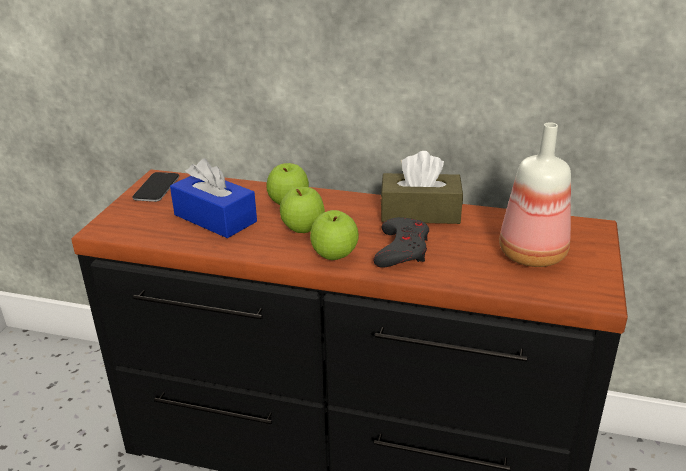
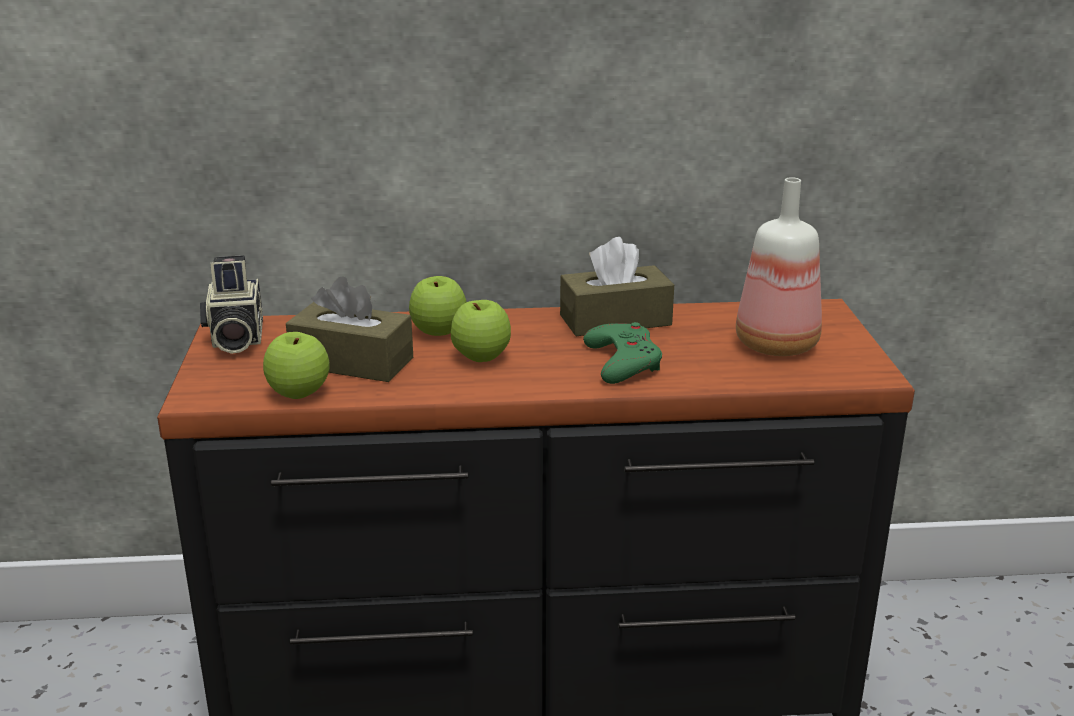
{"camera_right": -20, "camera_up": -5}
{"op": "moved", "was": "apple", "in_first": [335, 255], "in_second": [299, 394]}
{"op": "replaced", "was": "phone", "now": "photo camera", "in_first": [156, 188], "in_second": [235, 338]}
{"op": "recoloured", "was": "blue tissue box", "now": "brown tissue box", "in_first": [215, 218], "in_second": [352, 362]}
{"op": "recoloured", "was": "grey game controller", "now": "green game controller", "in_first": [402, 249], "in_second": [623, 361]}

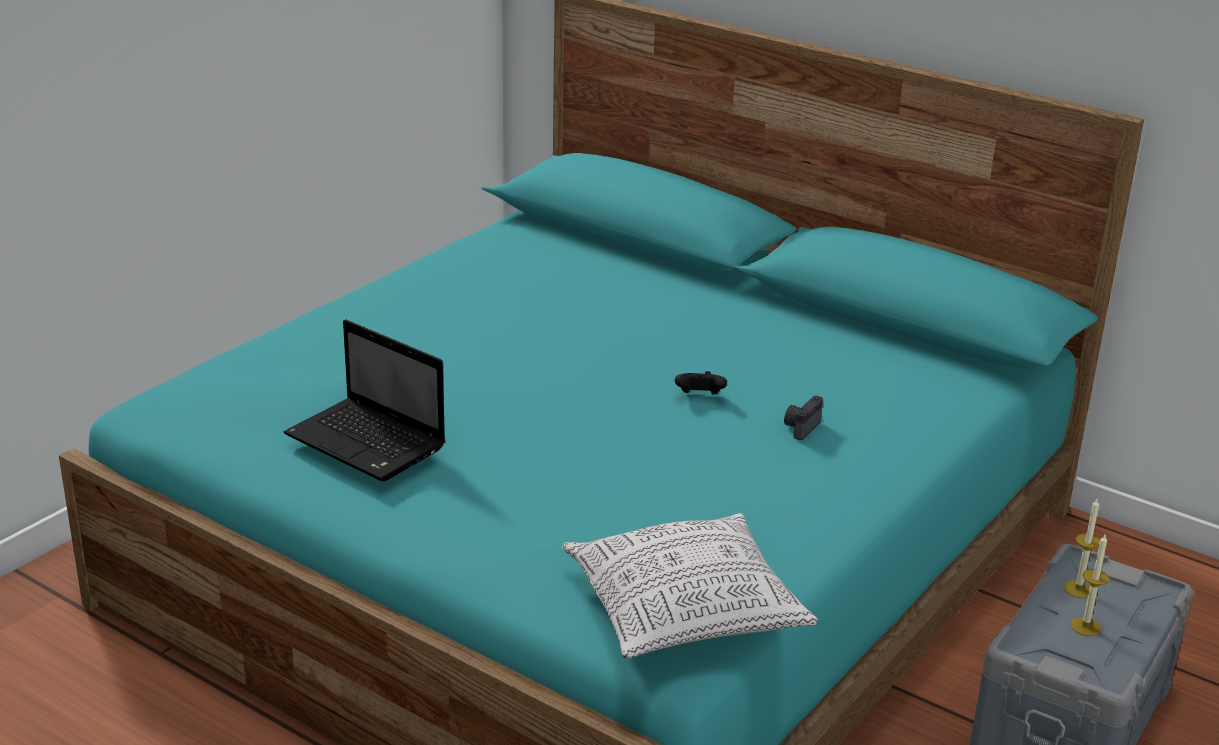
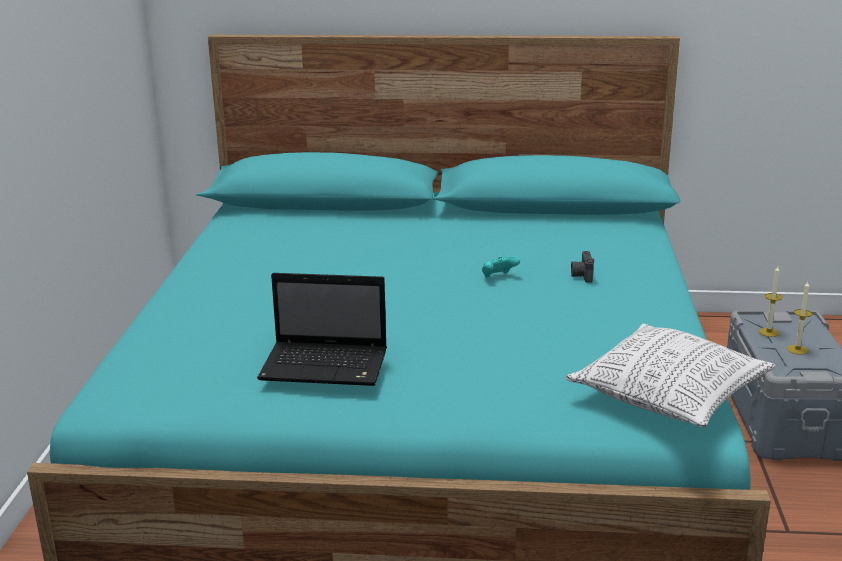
{"camera_right": -30, "camera_up": -5}
{"op": "recoloured", "was": "black game controller", "now": "turquoise game controller", "in_first": [699, 397], "in_second": [498, 277]}

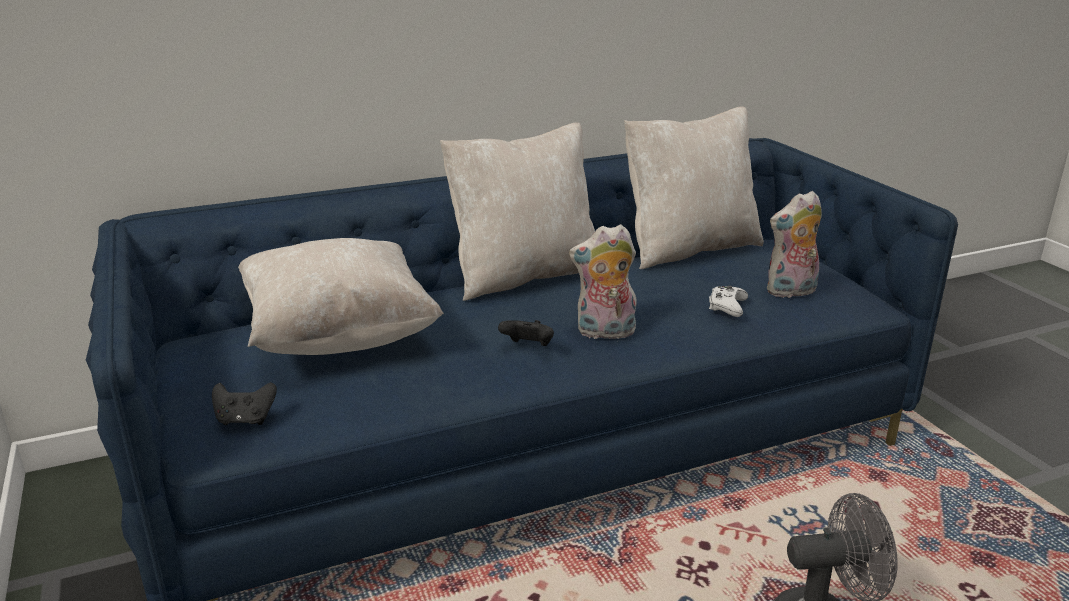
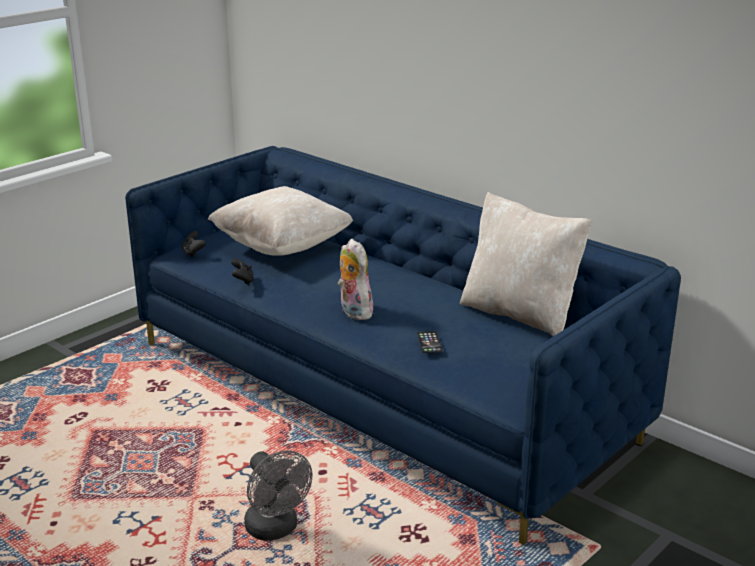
{"camera_right": 65, "camera_up": 0}
{"op": "removed", "was": "beige pillow", "in_first": [523, 276]}
{"op": "removed", "was": "plush toy", "in_first": [791, 292]}
{"op": "moved", "was": "black game controller", "in_first": [528, 347], "in_second": [243, 281]}
{"op": "replaced", "was": "white game controller", "now": "phone", "in_first": [727, 306], "in_second": [429, 342]}

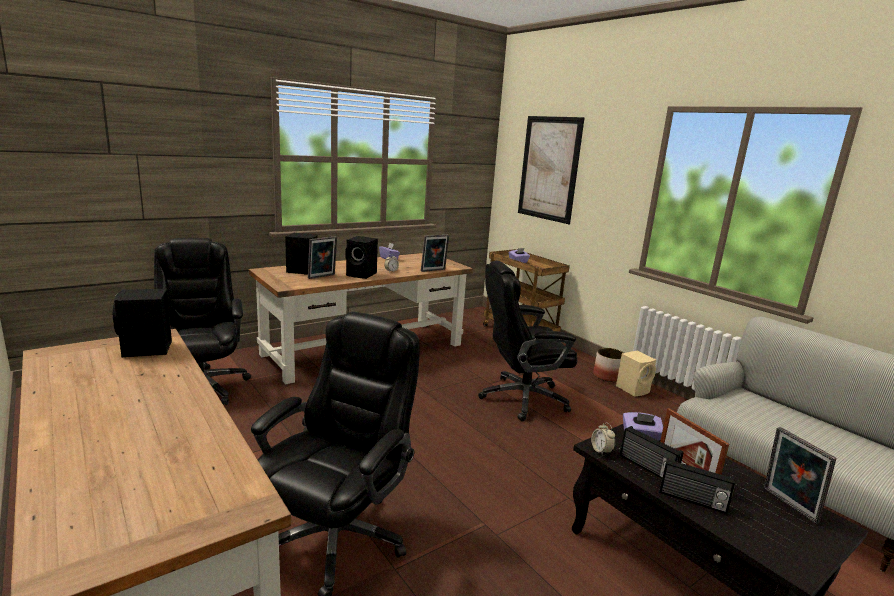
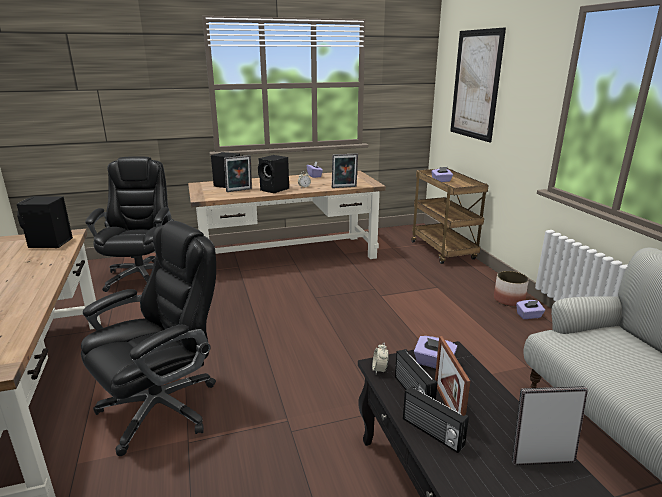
{"camera_right": 20, "camera_up": 5}
{"op": "removed", "was": "black office chair", "in_first": [521, 398]}
{"op": "replaced", "was": "beige speaker", "now": "purple tissue box", "in_first": [633, 389], "in_second": [529, 316]}
{"op": "turned", "was": "picture frame", "in_first": [787, 505], "in_second": [541, 458], "clockwise": 90}

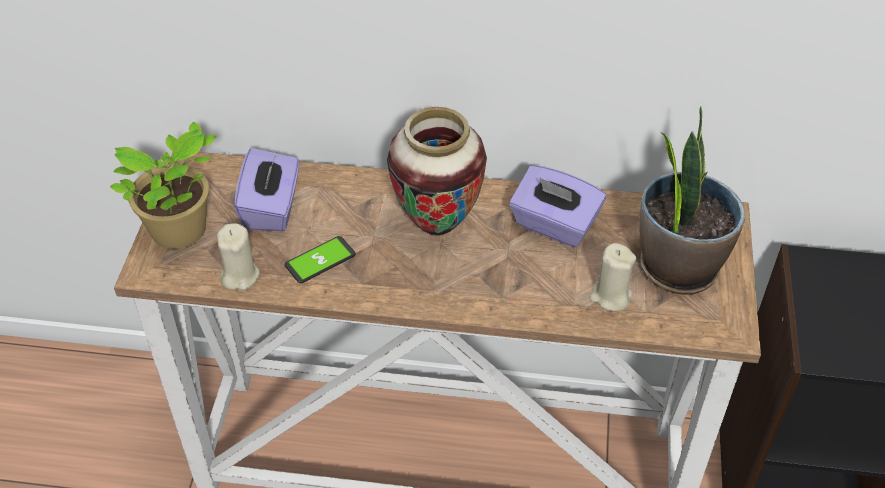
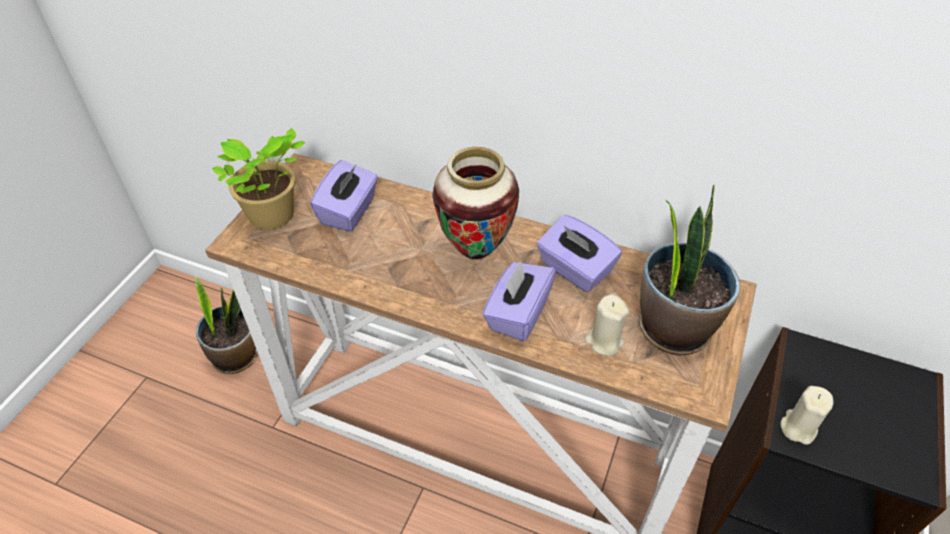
{"camera_right": 15, "camera_up": 0}
{"op": "removed", "was": "phone", "in_first": [320, 260]}
{"op": "added", "now": "potted plant", "in_second": [236, 356]}
{"op": "added", "now": "purple tissue box", "in_second": [517, 314]}
{"op": "moved", "was": "beige candle", "in_first": [239, 275], "in_second": [798, 427]}

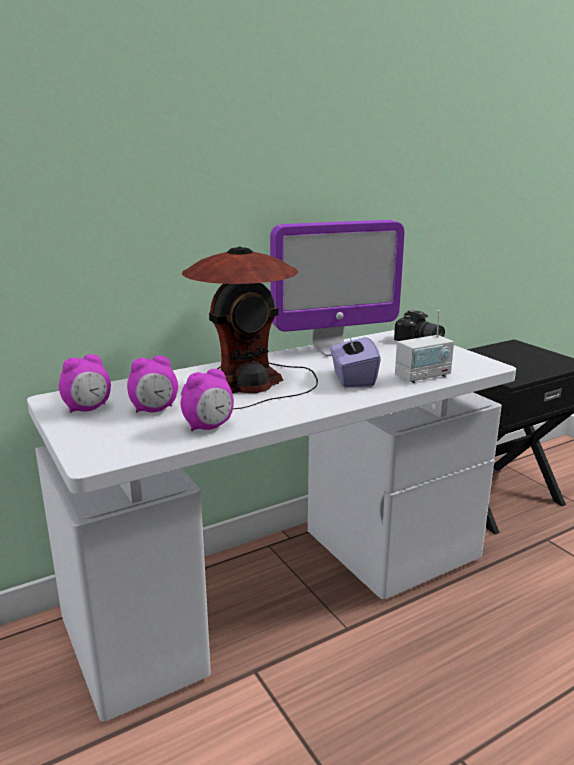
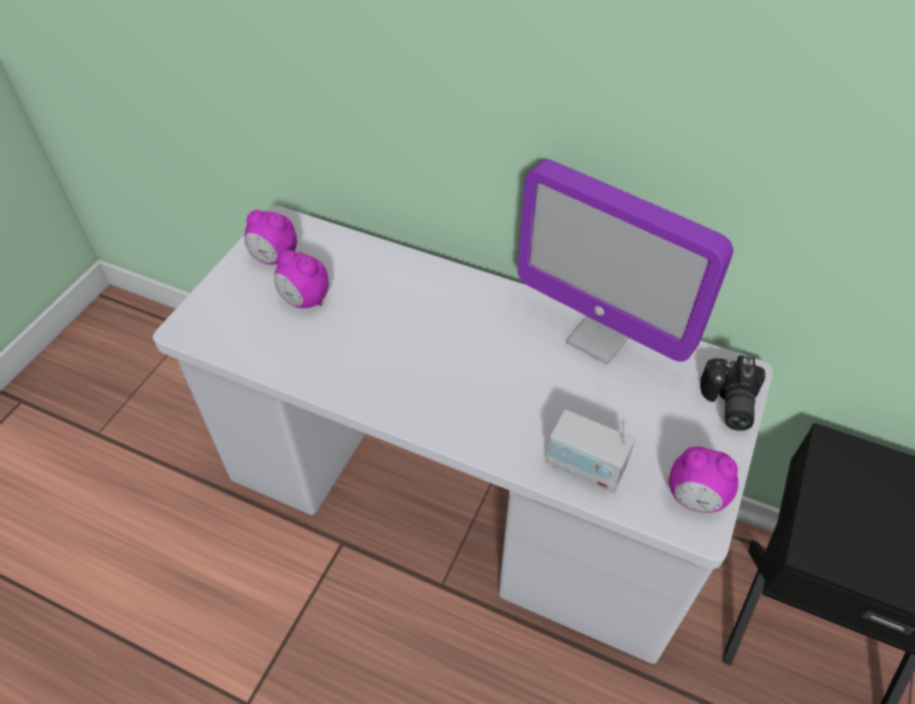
{"camera_right": 55, "camera_up": 30}
{"op": "removed", "was": "table lamp", "in_first": [248, 382]}
{"op": "removed", "was": "purple tissue box", "in_first": [352, 379]}
{"op": "moved", "was": "alarm clock", "in_first": [209, 427], "in_second": [695, 497]}

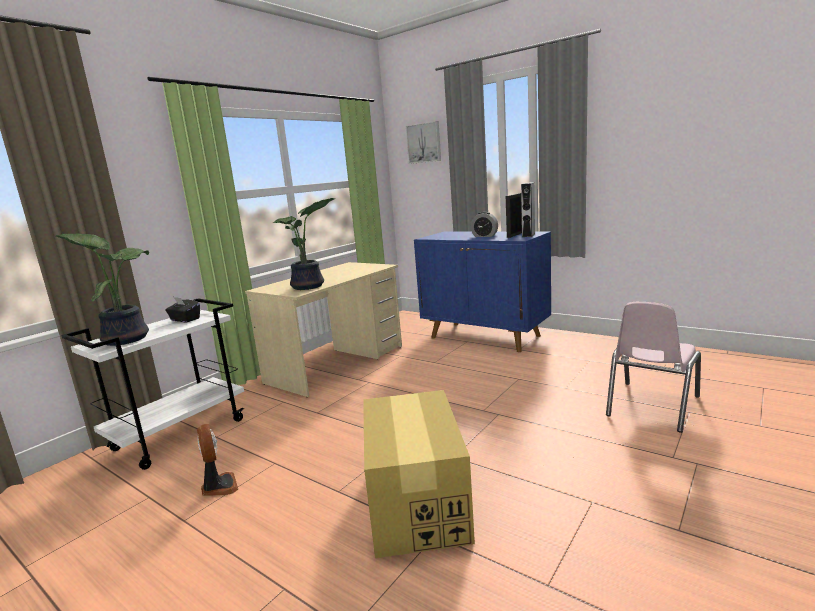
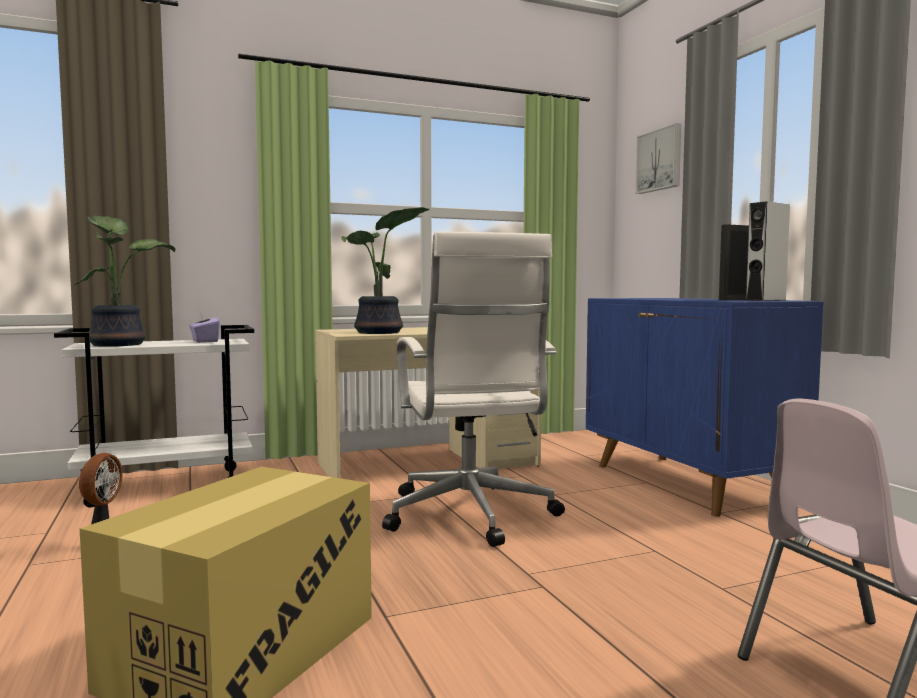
{"camera_right": 30, "camera_up": -10}
{"op": "removed", "was": "alarm clock", "in_first": [484, 236]}
{"op": "added", "now": "white office chair", "in_second": [470, 516]}
{"op": "recoloured", "was": "black tissue box", "now": "purple tissue box", "in_first": [185, 319], "in_second": [204, 341]}

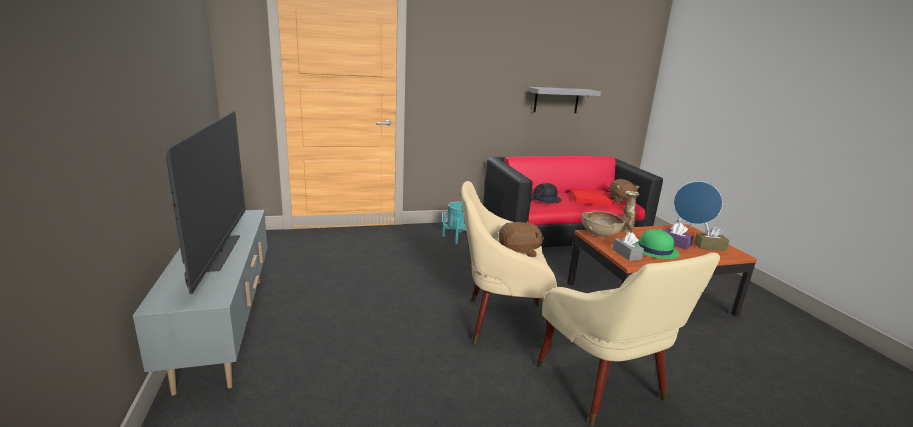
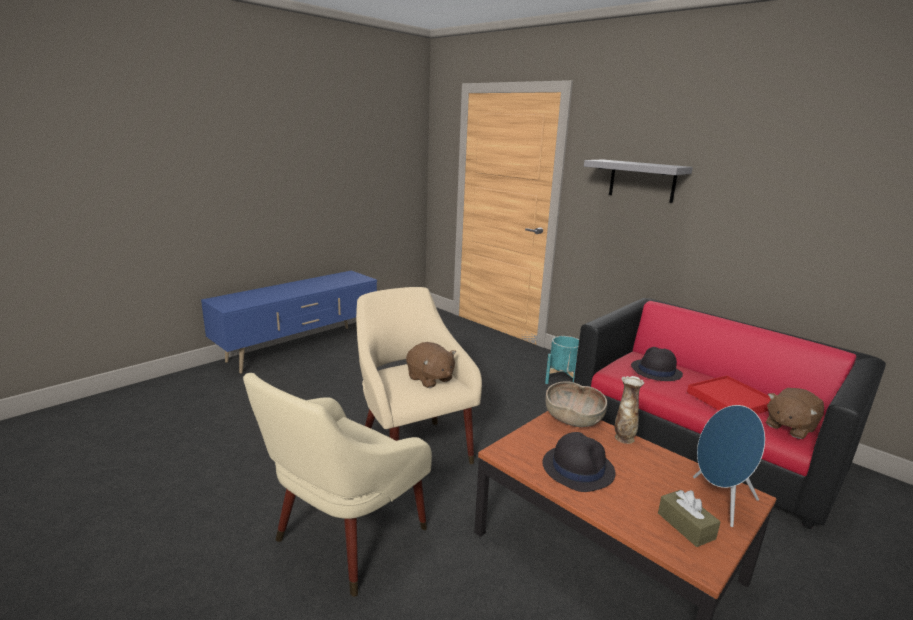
{"camera_right": 60, "camera_up": 0}
{"op": "removed", "was": "television", "in_first": [221, 253]}
{"op": "removed", "was": "grey tissue box", "in_first": [626, 254]}
{"op": "removed", "was": "purple tissue box", "in_first": [675, 244]}
{"op": "moved", "was": "grey shelf", "in_first": [556, 100], "in_second": [642, 180]}
{"op": "recoloured", "was": "grey tv stand", "now": "blue tv stand", "in_first": [226, 327], "in_second": [300, 348]}
{"op": "recoloured", "was": "green hat", "now": "black hat", "in_first": [654, 250], "in_second": [578, 468]}

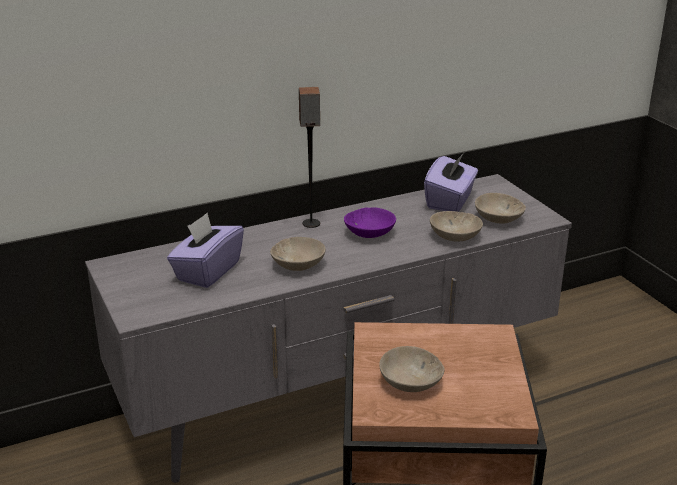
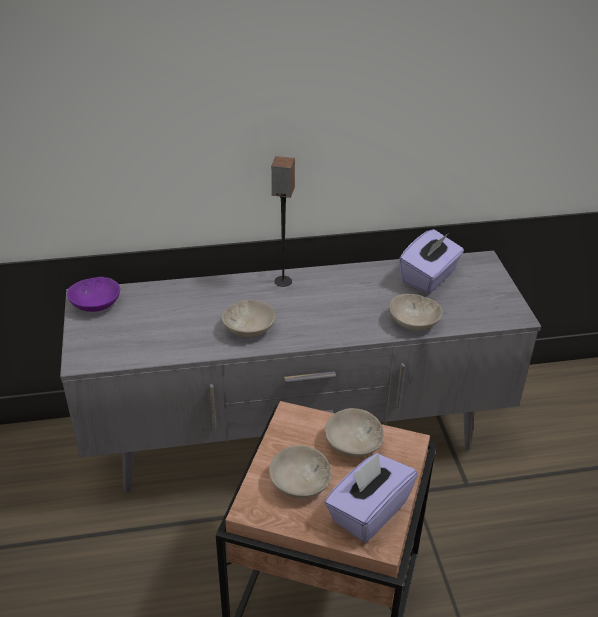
{"camera_right": 15, "camera_up": 10}
{"op": "moved", "was": "purple tissue box", "in_first": [207, 271], "in_second": [368, 511]}
{"op": "moved", "was": "purple bowl", "in_first": [370, 233], "in_second": [95, 305]}
{"op": "moved", "was": "beige bowl", "in_first": [496, 218], "in_second": [351, 443]}

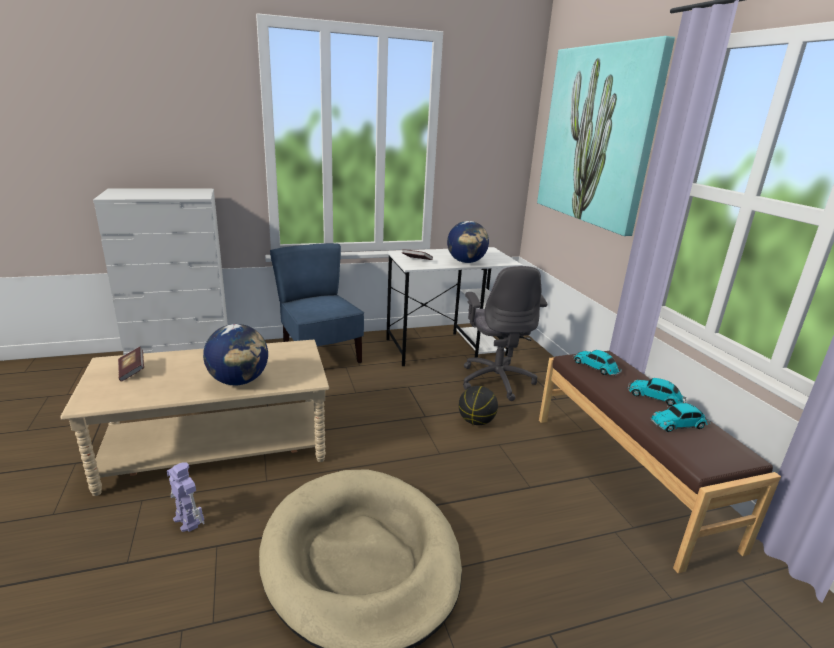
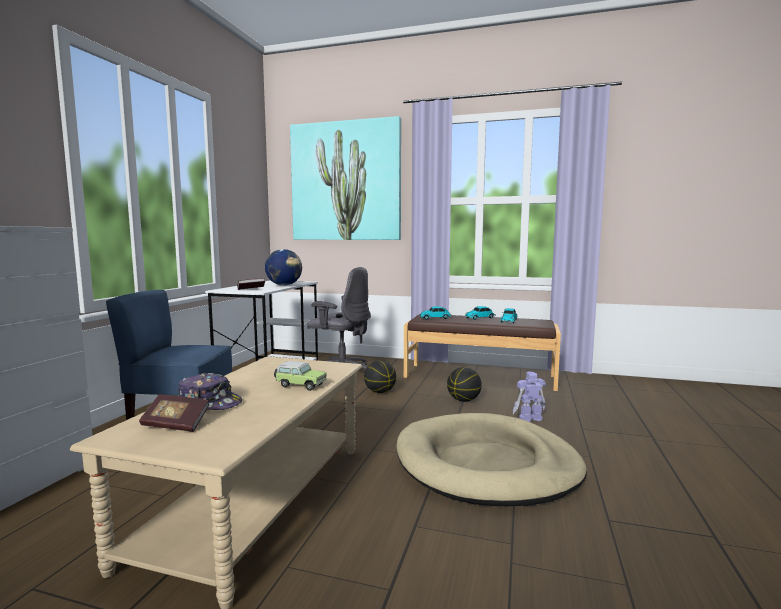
{"camera_right": -55, "camera_up": -15}
{"op": "added", "now": "cap", "in_second": [210, 403]}
{"op": "added", "now": "basketball", "in_second": [464, 400]}
{"op": "moved", "was": "toy robot", "in_first": [187, 520], "in_second": [529, 418]}
{"op": "replaced", "was": "globe", "now": "toy car", "in_first": [239, 381], "in_second": [299, 385]}

